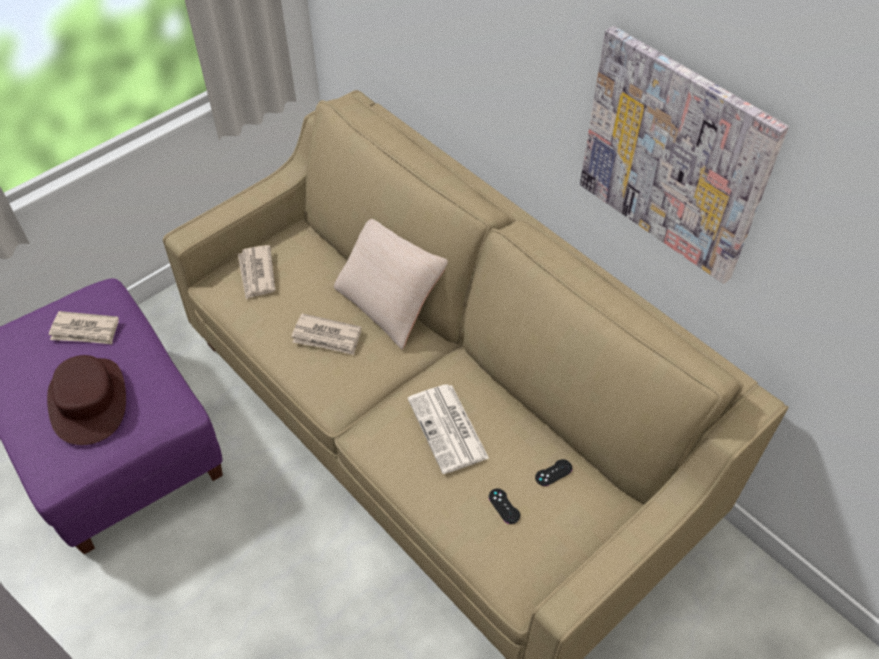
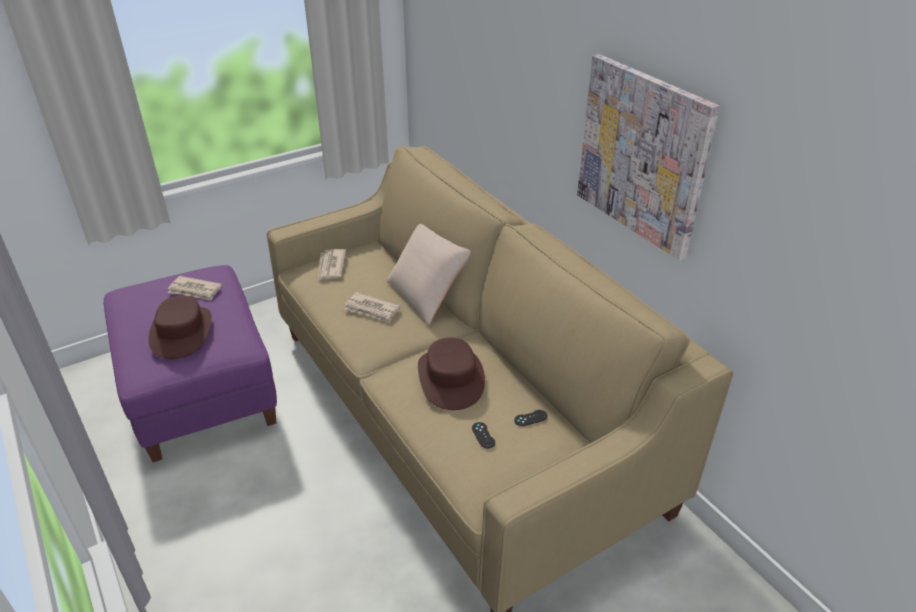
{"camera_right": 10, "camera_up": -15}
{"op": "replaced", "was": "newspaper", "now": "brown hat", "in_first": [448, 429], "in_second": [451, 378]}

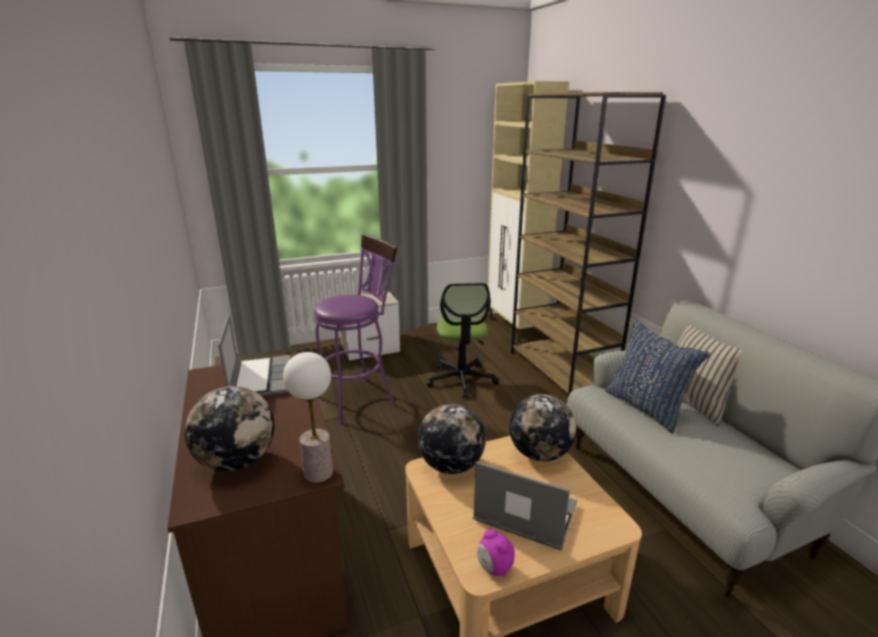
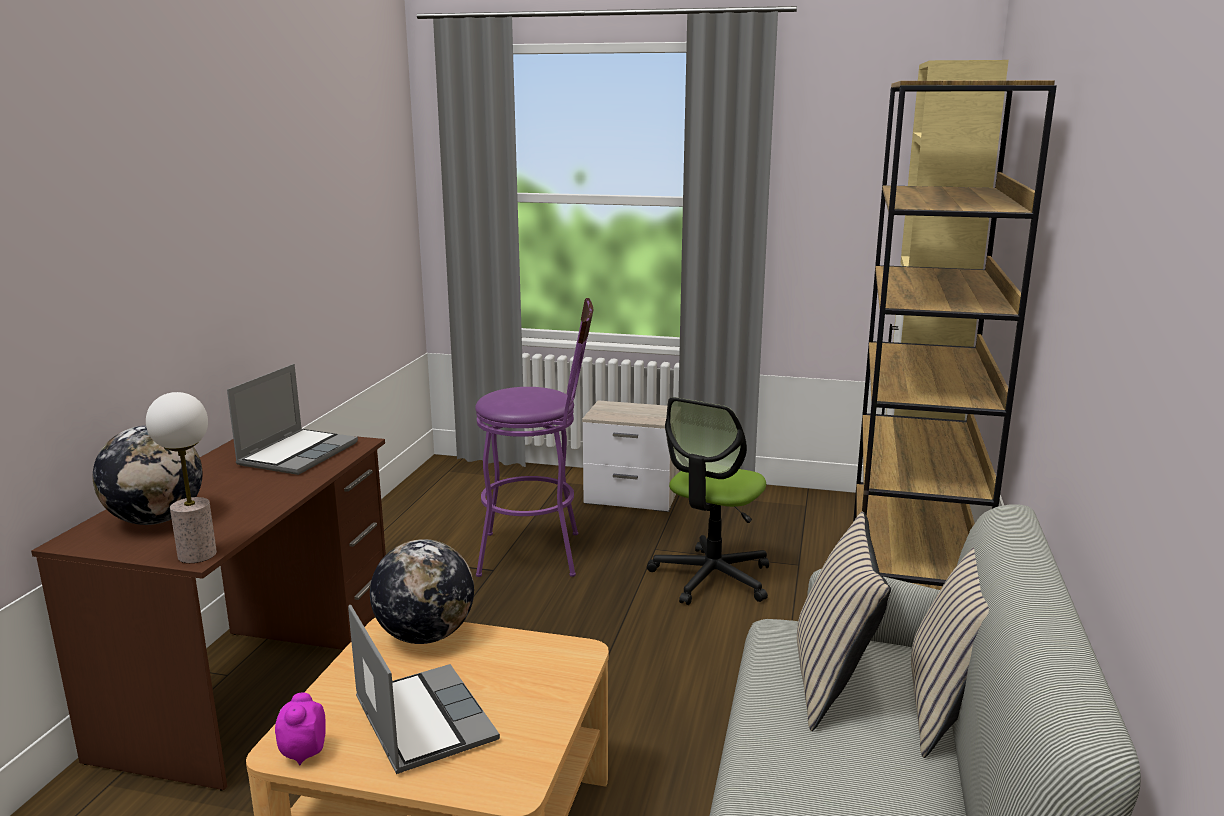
{"camera_right": 35, "camera_up": -5}
{"op": "removed", "was": "globe", "in_first": [539, 454]}
{"op": "recoloured", "was": "blue pillow", "now": "beige pillow", "in_first": [646, 407], "in_second": [833, 680]}

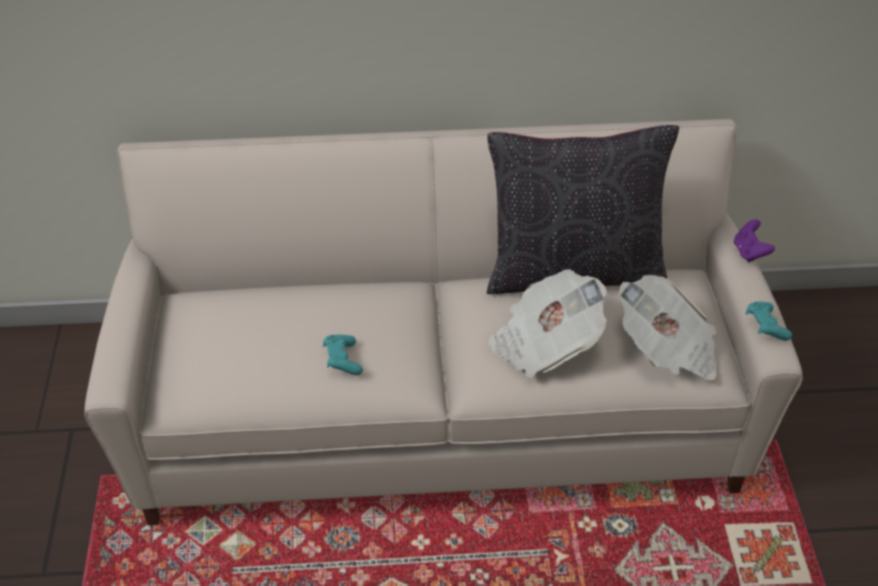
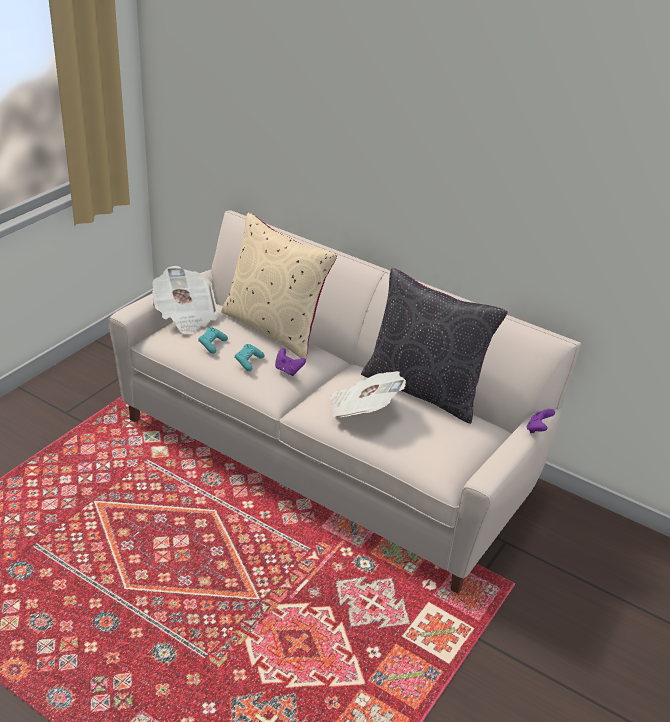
{"camera_right": 35, "camera_up": -10}
{"op": "added", "now": "beige pillow", "in_second": [274, 328]}
{"op": "added", "now": "purple game controller", "in_second": [288, 370]}
{"op": "moved", "was": "newspaper", "in_first": [667, 349], "in_second": [185, 315]}
{"op": "moved", "was": "turquoise game controller", "in_first": [765, 327], "in_second": [212, 345]}

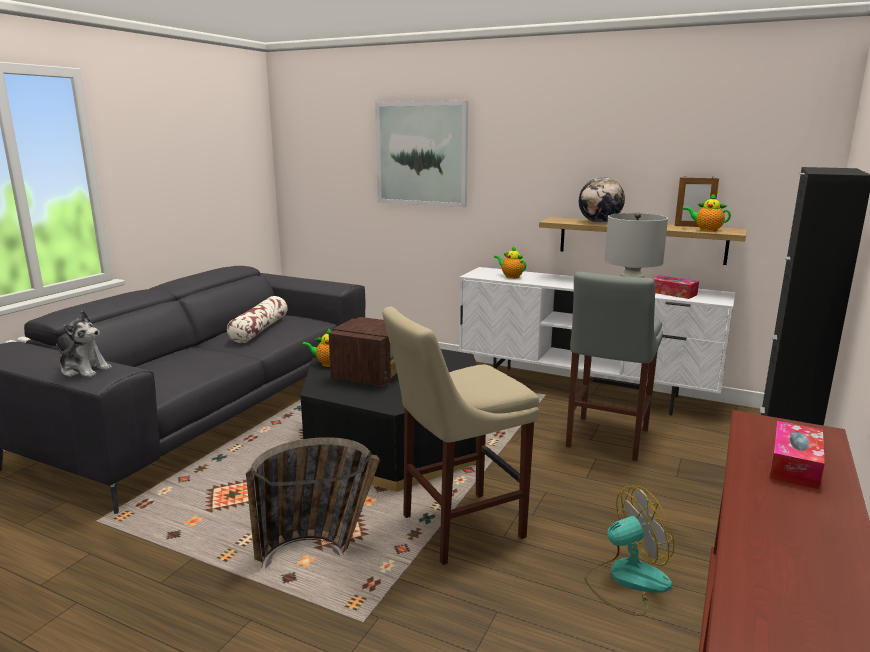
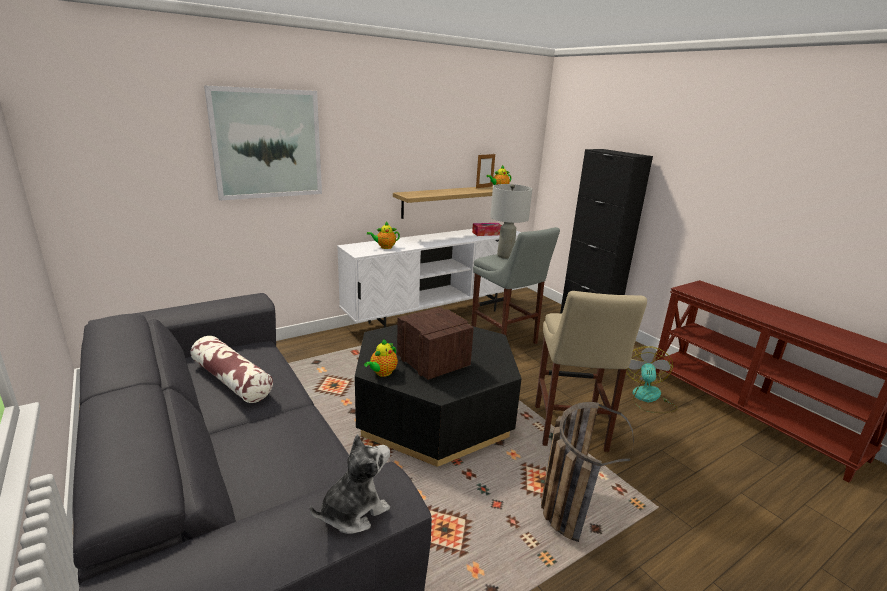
{"camera_right": -60, "camera_up": 5}
{"op": "removed", "was": "globe", "in_first": [599, 222]}
{"op": "removed", "was": "tissue box", "in_first": [794, 465]}

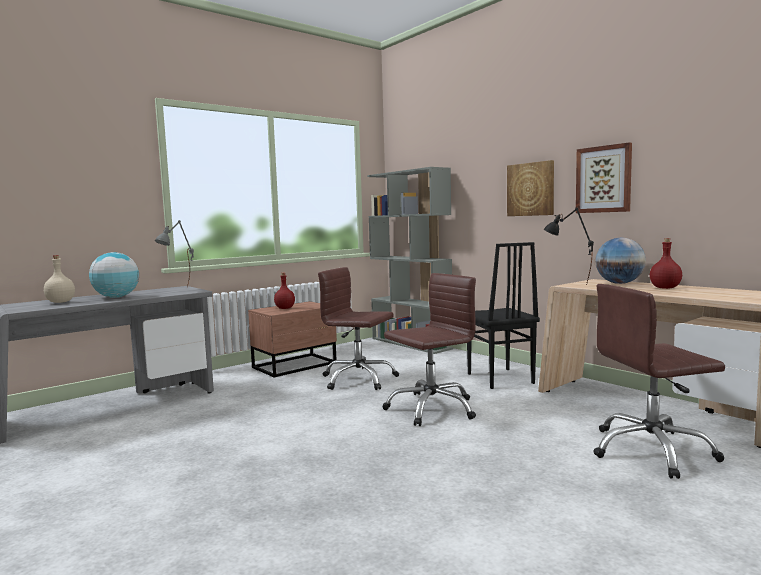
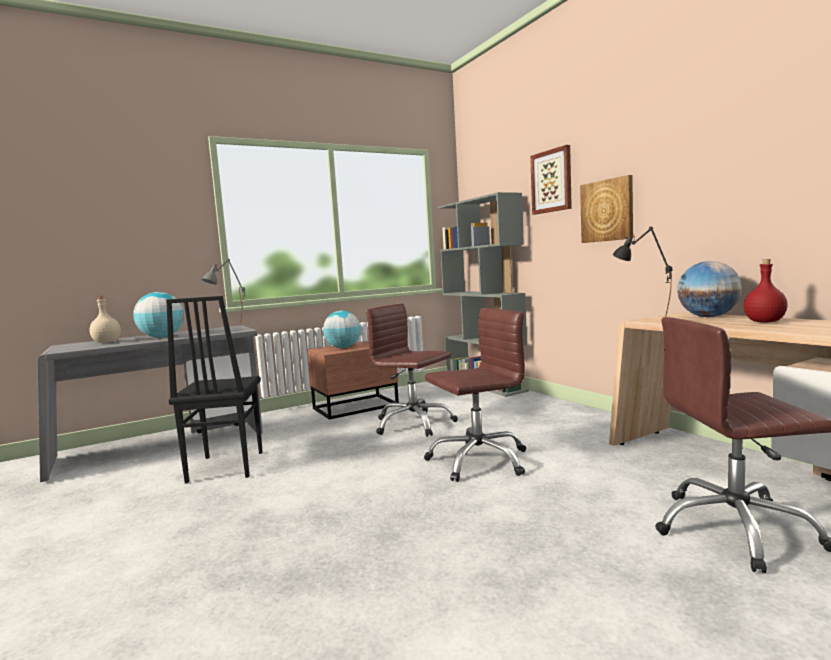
{"camera_right": 10, "camera_up": 0}
{"op": "moved", "was": "black chair", "in_first": [499, 379], "in_second": [224, 467]}
{"op": "moved", "was": "picture", "in_first": [604, 179], "in_second": [552, 181]}
{"op": "replaced", "was": "red bottle", "now": "globe", "in_first": [284, 308], "in_second": [343, 347]}

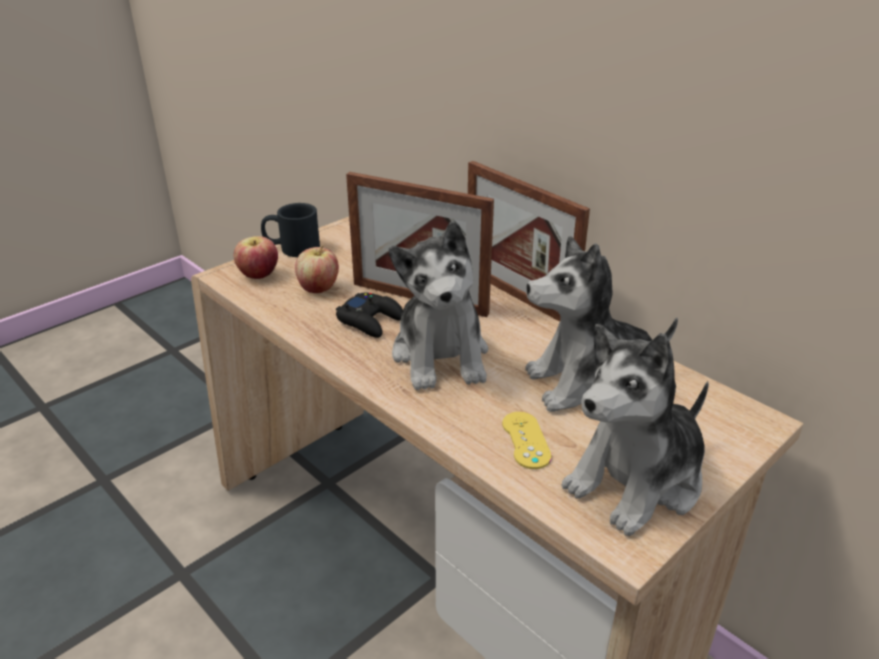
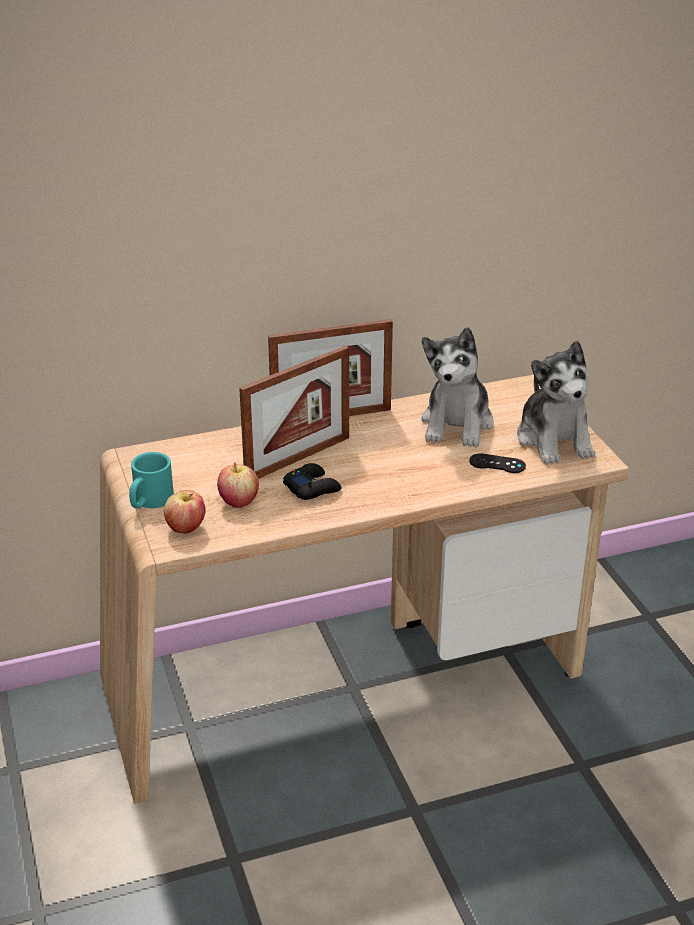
{"camera_right": -65, "camera_up": 0}
{"op": "removed", "was": "plush toy", "in_first": [441, 355]}
{"op": "recoloured", "was": "black mug", "now": "turquoise mug", "in_first": [292, 248], "in_second": [149, 502]}
{"op": "recoloured", "was": "yellow game controller", "now": "black game controller", "in_first": [526, 440], "in_second": [497, 464]}

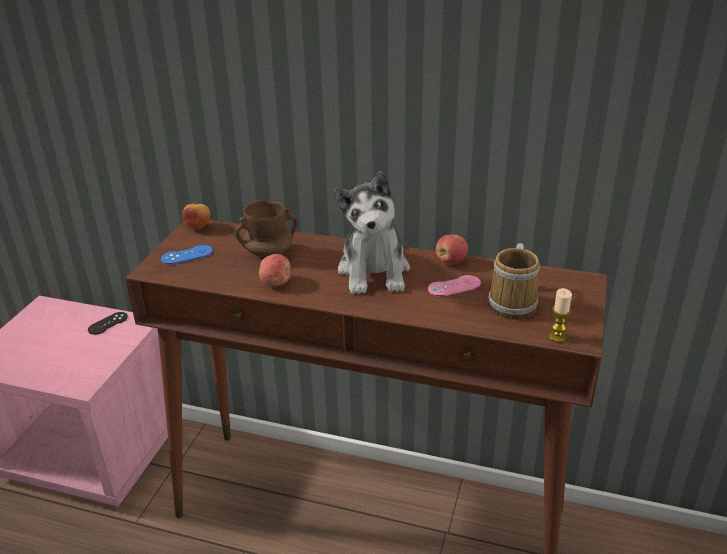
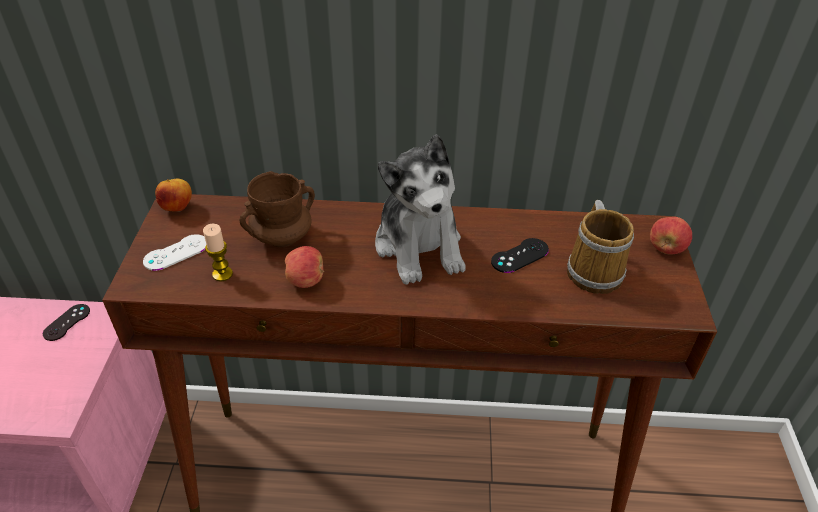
{"camera_right": -15, "camera_up": 10}
{"op": "moved", "was": "apple", "in_first": [450, 261], "in_second": [666, 248]}
{"op": "moved", "was": "candle", "in_first": [557, 337], "in_second": [222, 274]}
{"op": "recoloured", "was": "blue game controller", "now": "white game controller", "in_first": [187, 255], "in_second": [176, 252]}
{"op": "recoloured", "was": "pink game controller", "now": "black game controller", "in_first": [454, 286], "in_second": [520, 256]}

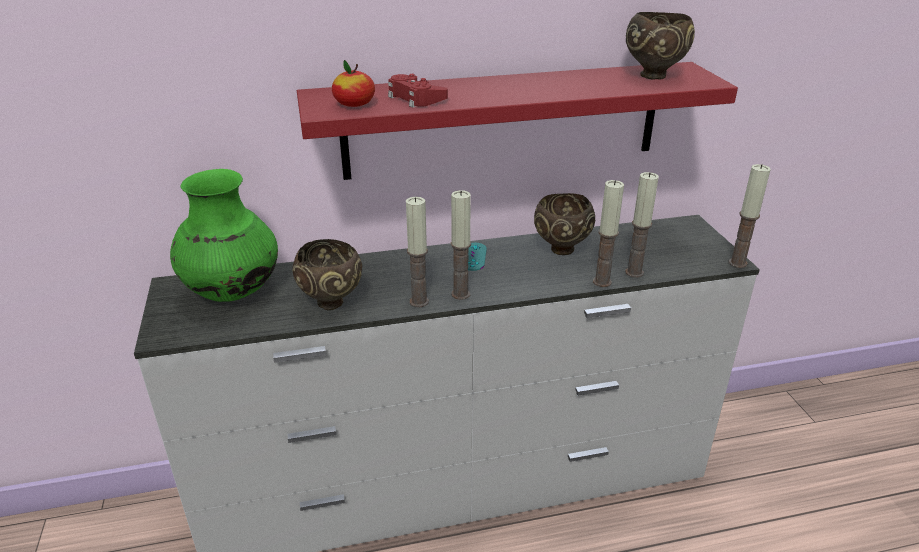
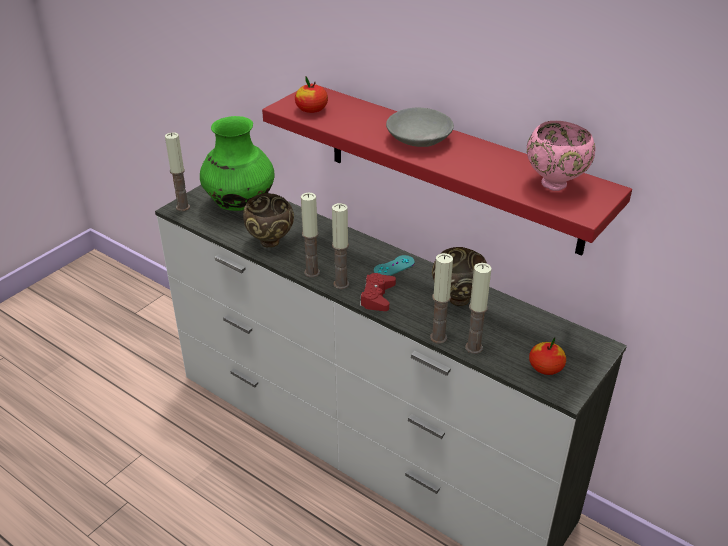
{"camera_right": 50, "camera_up": 5}
{"op": "added", "now": "grey bowl", "in_second": [419, 139]}
{"op": "added", "now": "apple", "in_second": [545, 368]}
{"op": "moved", "was": "red game controller", "in_first": [415, 98], "in_second": [377, 297]}
{"op": "moved", "was": "candle", "in_first": [737, 263], "in_second": [183, 207]}
{"op": "recoloured", "was": "brown bowl", "now": "pink bowl", "in_first": [654, 75], "in_second": [556, 184]}

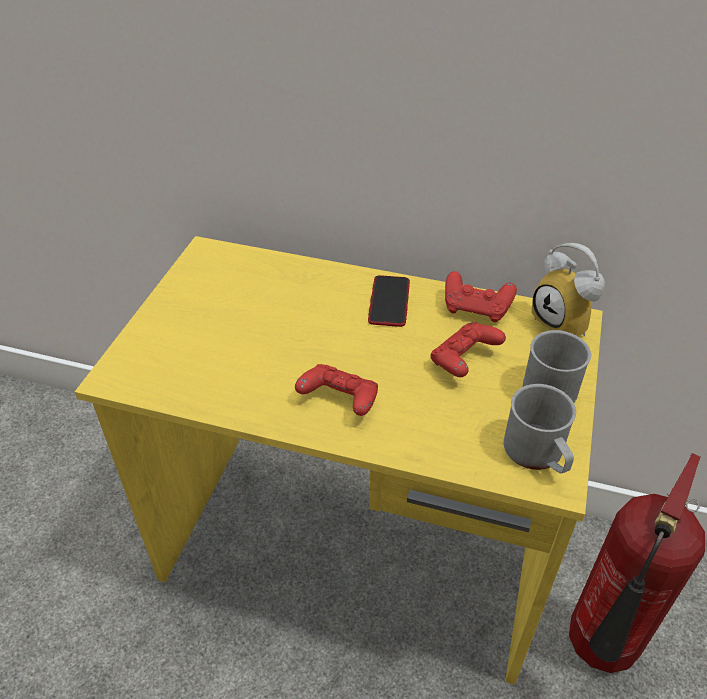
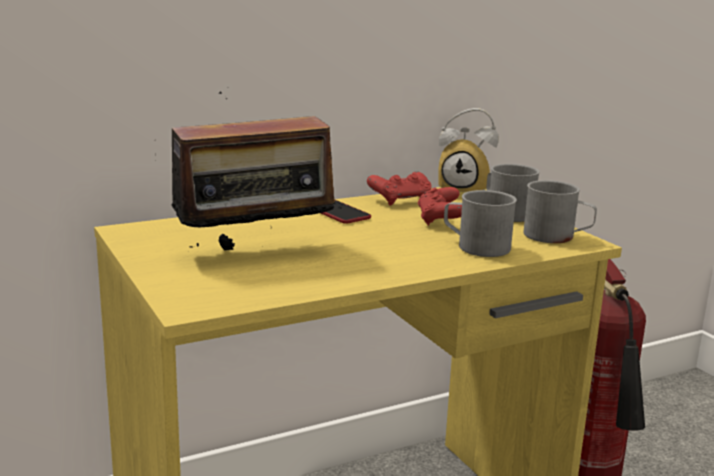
{"camera_right": -45, "camera_up": -25}
{"op": "removed", "was": "red game controller", "in_first": [339, 401]}
{"op": "added", "now": "radio", "in_second": [256, 252]}
{"op": "added", "now": "grey mug", "in_second": [476, 246]}

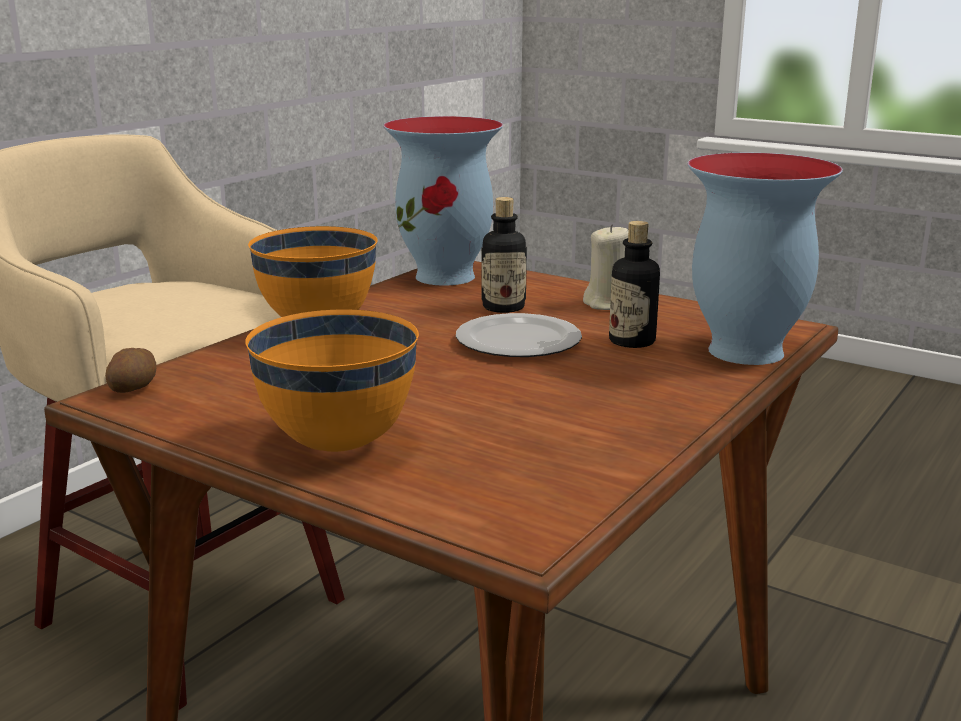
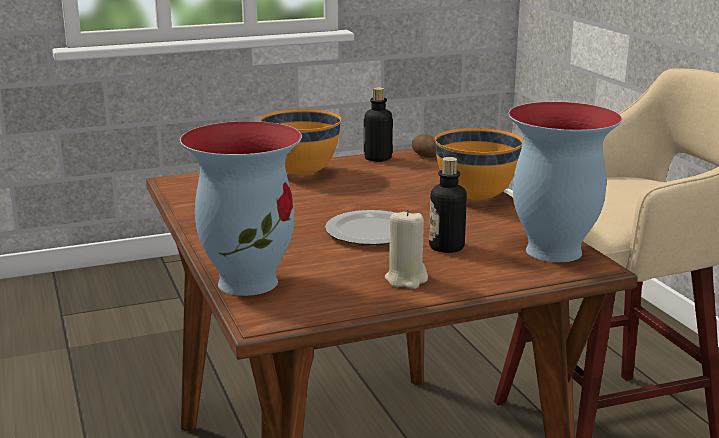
{"camera_right": 125, "camera_up": 0}
{"op": "moved", "was": "bottle", "in_first": [632, 341], "in_second": [378, 158]}

